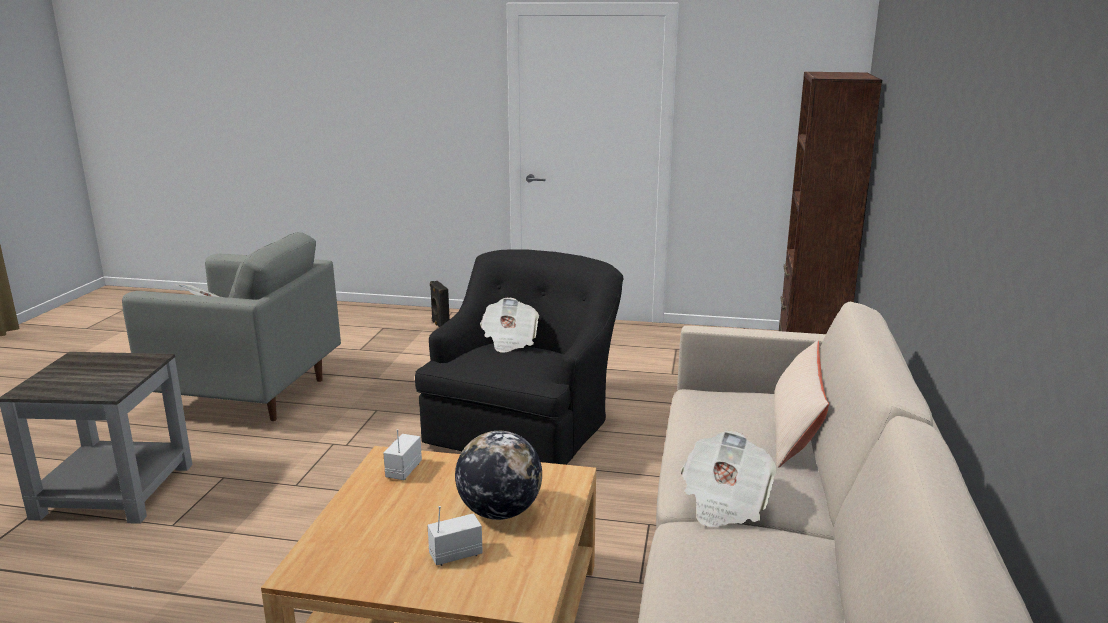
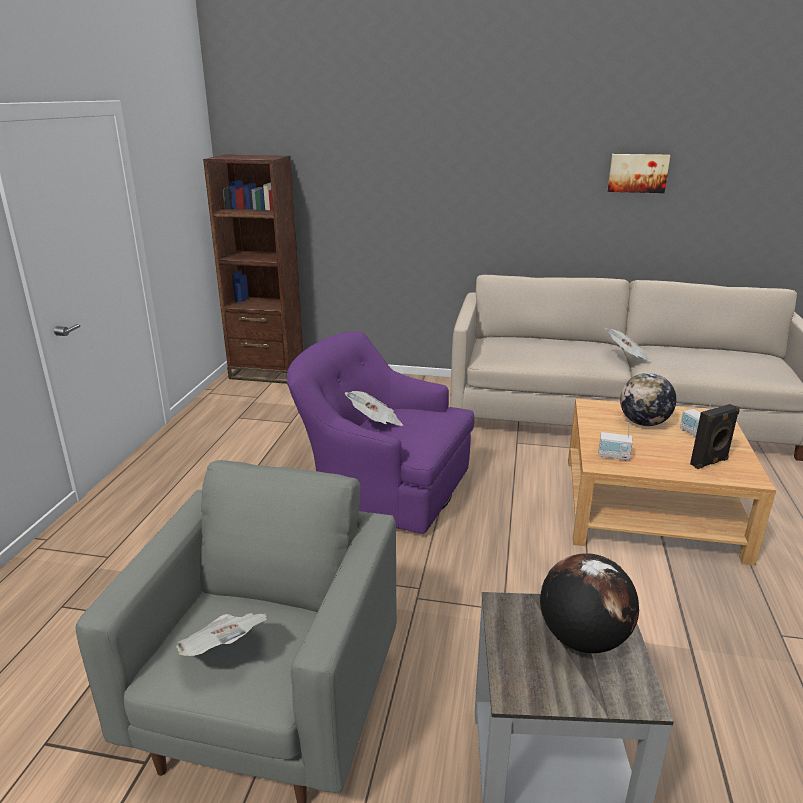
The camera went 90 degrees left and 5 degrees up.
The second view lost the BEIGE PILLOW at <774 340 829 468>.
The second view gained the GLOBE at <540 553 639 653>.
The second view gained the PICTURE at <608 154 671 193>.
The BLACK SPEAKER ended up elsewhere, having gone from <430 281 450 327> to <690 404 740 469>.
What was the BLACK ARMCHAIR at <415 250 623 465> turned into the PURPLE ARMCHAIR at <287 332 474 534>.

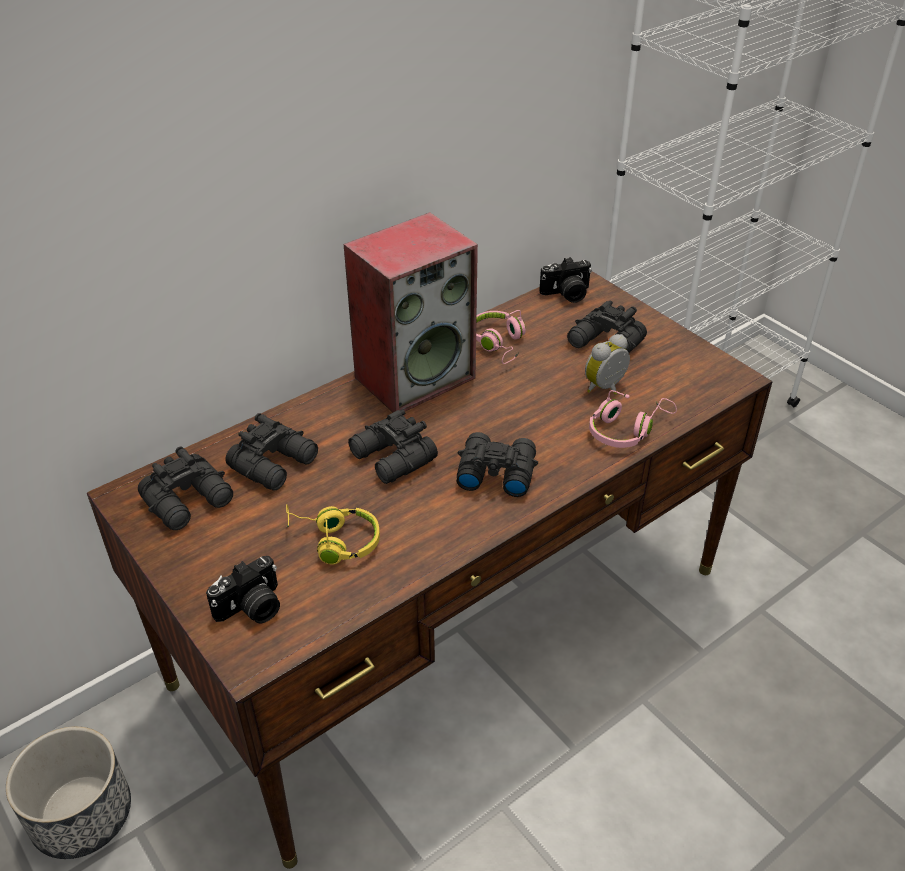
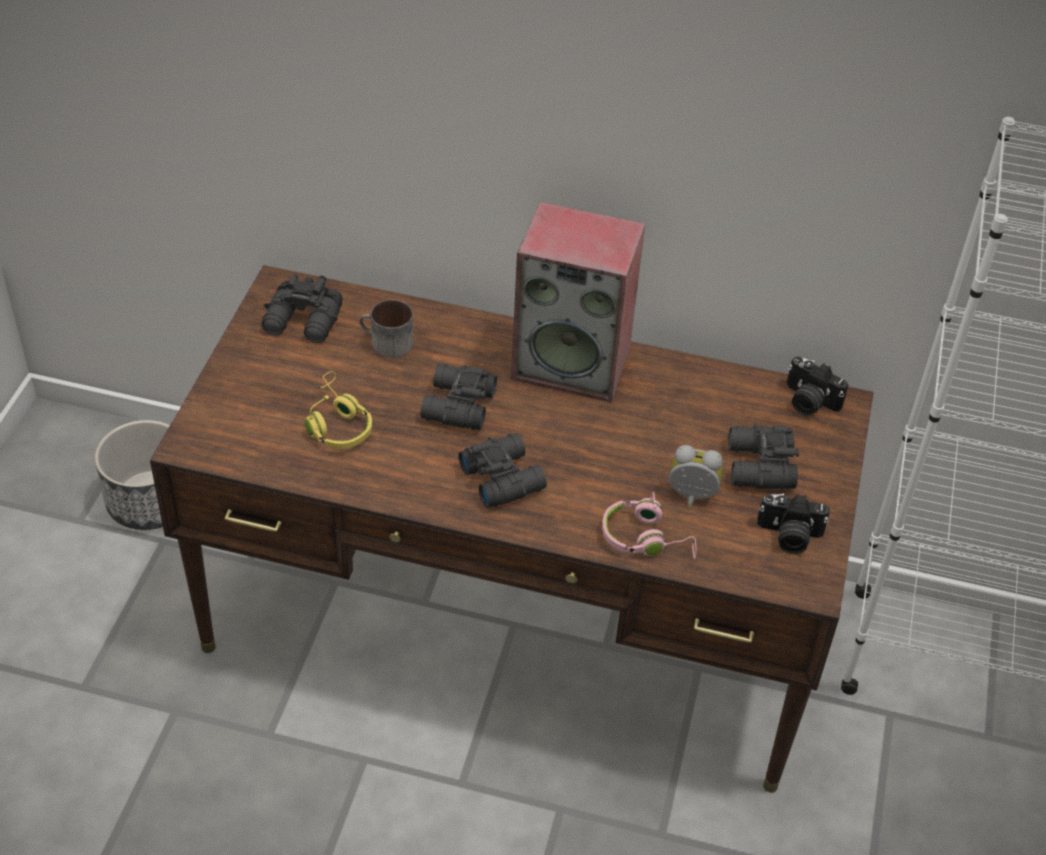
The camera went 50 degrees right and 5 degrees up.
The second view lost the PINK HEADPHONES at <476 310 526 364>.
The PHOTO CAMERA ended up elsewhere, having gone from <206 556 280 623> to <757 493 830 554>.
Where the BLACK BINOCULARS stood at <225 413 318 491>, the MUG came to stand at <359 300 413 357>.

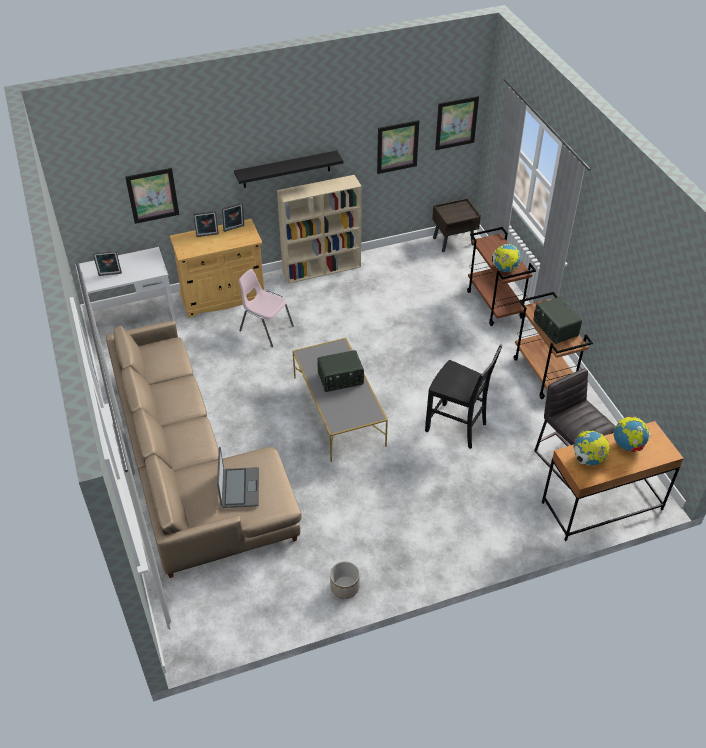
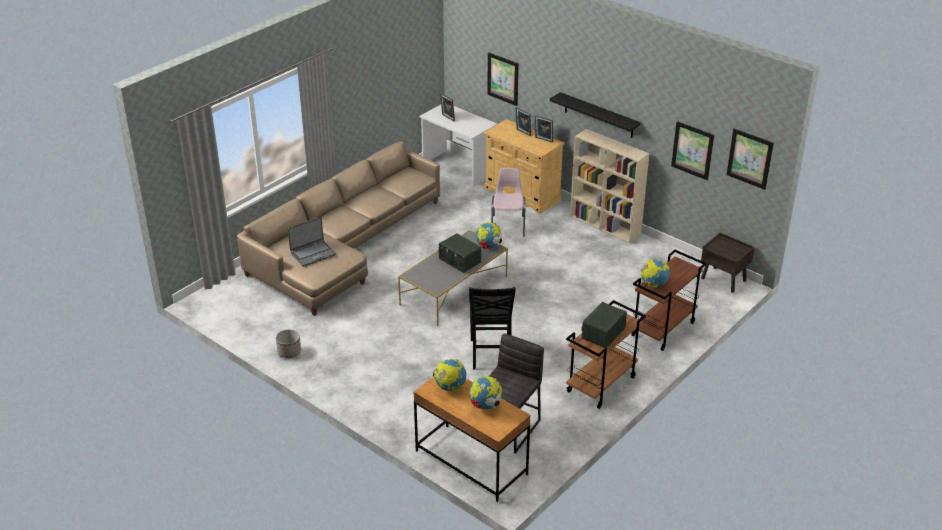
The camera went 60 degrees right and 10 degrees down.
The second view gained the GLOBE at <476 222 502 249>.

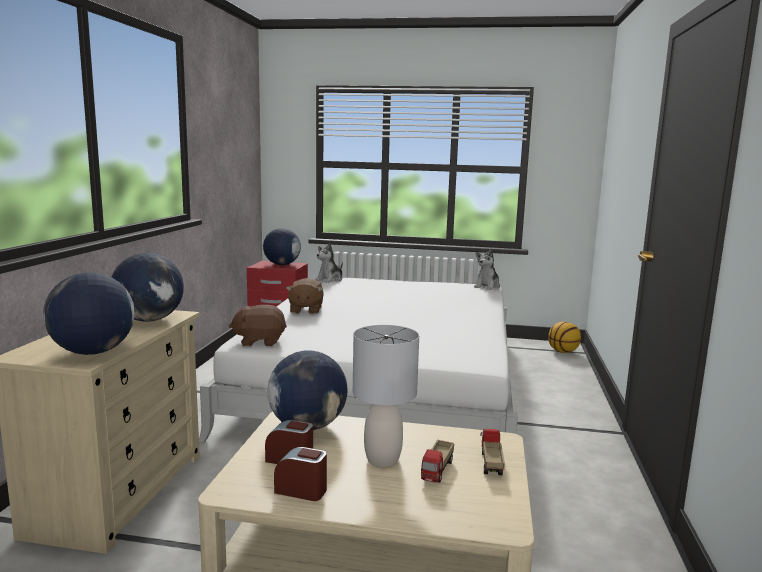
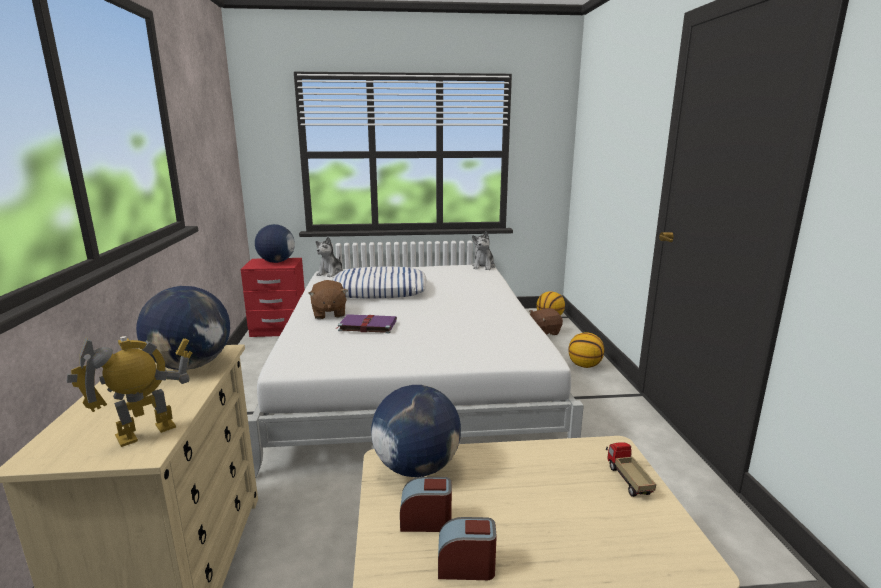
The camera went 15 degrees left and 5 degrees up.
The second view lost the GREY TABLE LAMP at <353 325 419 467>.
The second view lost the TOY TRUCK at <421 440 454 483>.
The second view gained the PILLOW at <332 266 427 299>.
The second view gained the PURPLE BOOK at <335 314 397 333>.
The second view gained the BASKETBALL at <568 332 604 368>.
The BROWN PLUSH TOY ended up elsewhere, having gone from <229 305 287 346> to <529 308 563 335>.
Where the GLOBE stood at <43 272 135 355>, the TOY ROBOT came to stand at <67 336 192 447>.

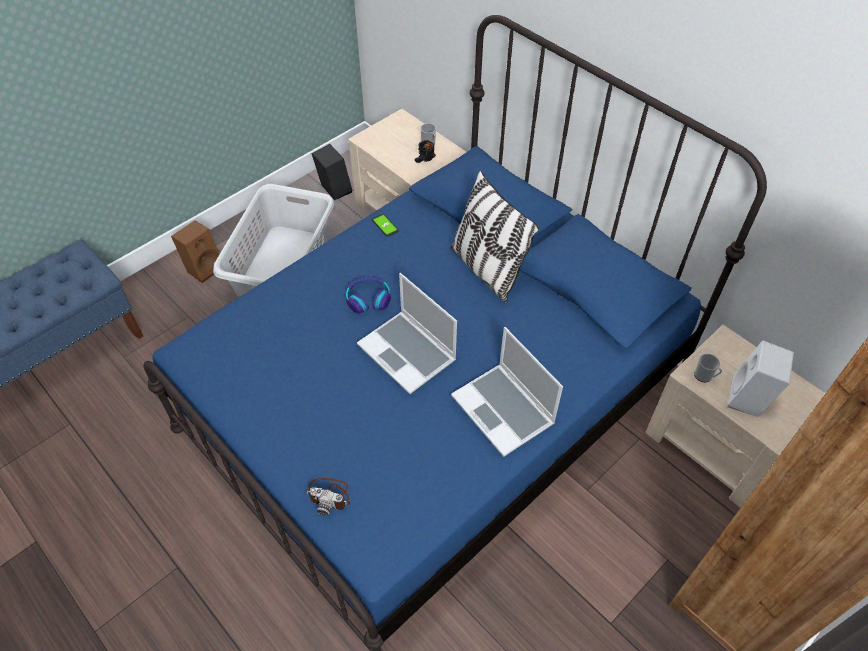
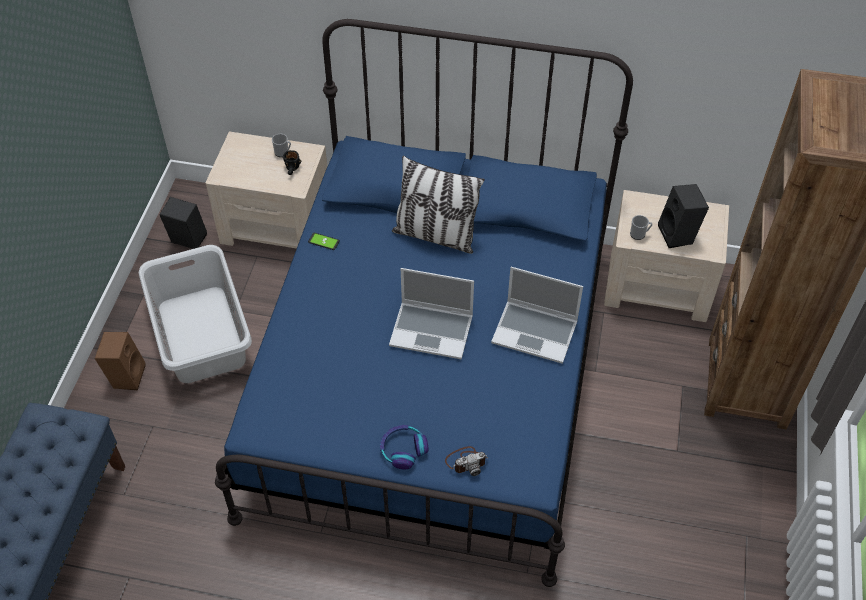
The camera went 35 degrees left and 0 degrees up.
The HEADPHONES ended up elsewhere, having gone from <346 276 391 314> to <380 425 429 469>.
What was the WHITE SPEAKER at <727 340 794 417> turned into the BLACK SPEAKER at <658 184 709 248>.

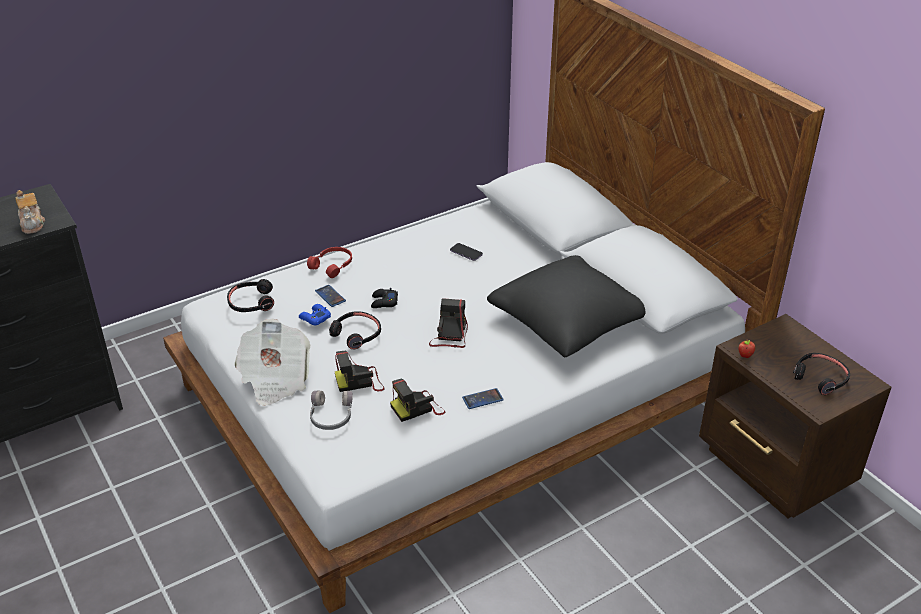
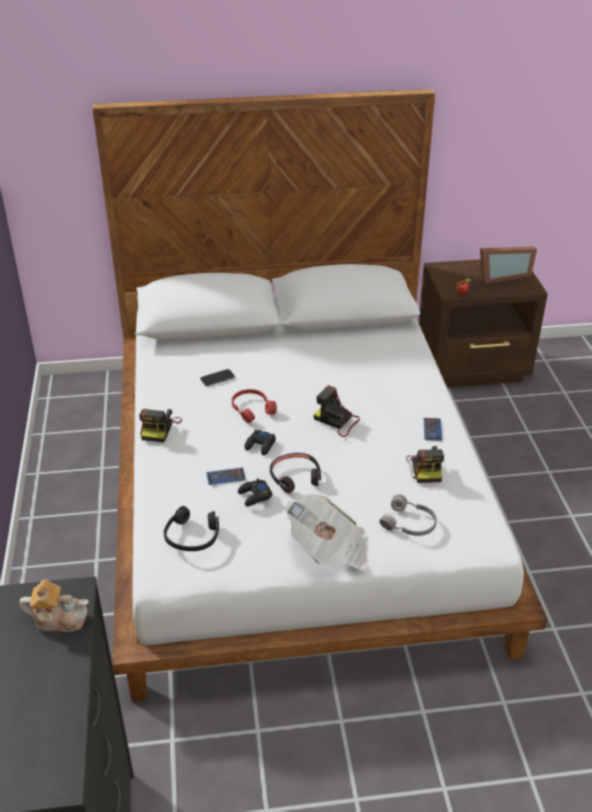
The camera went 65 degrees left and 0 degrees up.
The second view lost the BLACK PILLOW at <487 255 645 357>.
The RED HEADPHONES ended up elsewhere, having gone from <307 247 352 278> to <232 389 277 424>.
The PHOTO CAMERA ended up elsewhere, having gone from <335 351 384 392> to <139 409 182 443>.
Where the BLACK HEADPHONES stood at <793 353 850 395>, the PICTURE FRAME came to stand at <480 246 537 284>.
What was the BLUE GAME CONTROLLER at <299 304 331 325> turned into the BLACK GAME CONTROLLER at <238 478 273 506>.

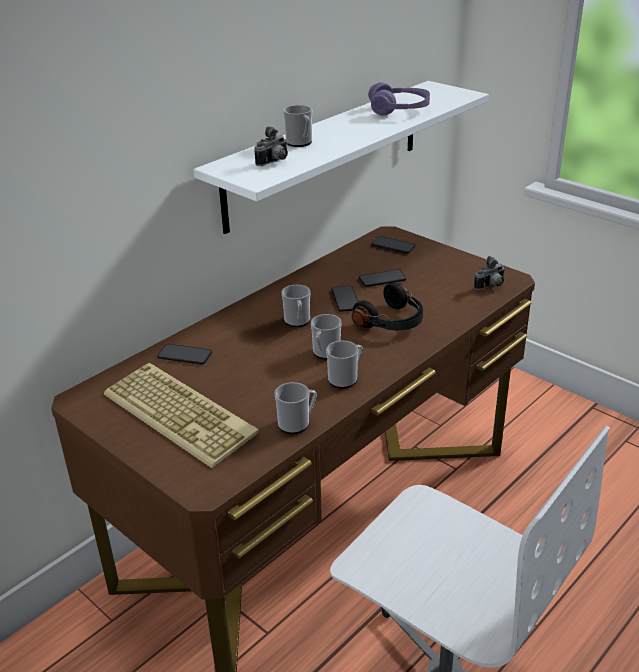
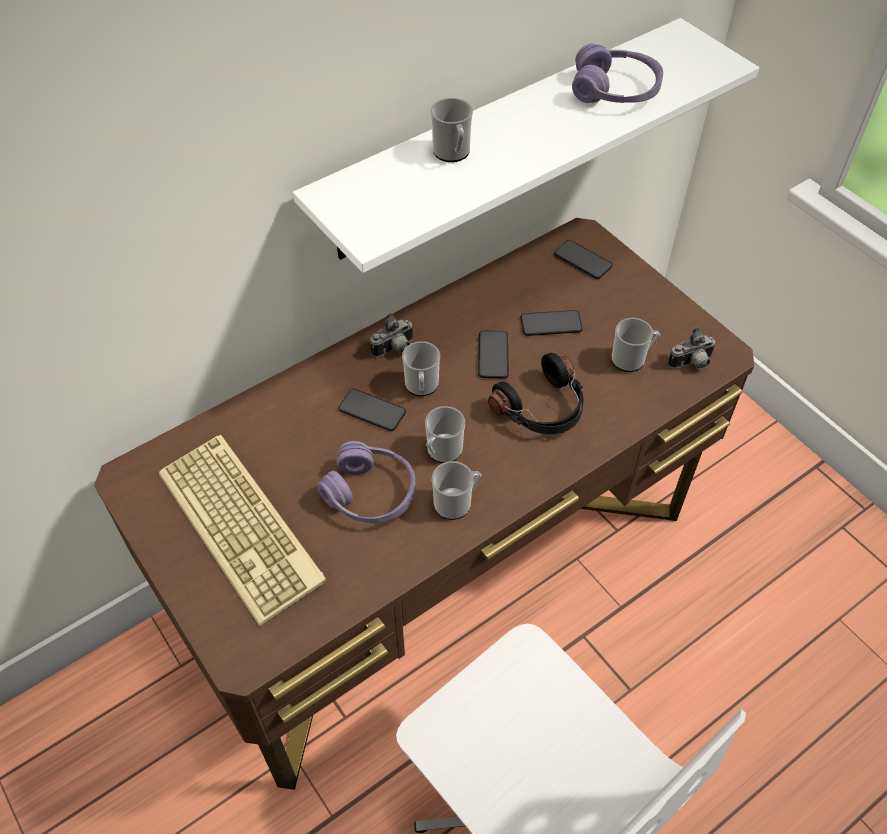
The camera went 10 degrees right and 20 degrees up.
The second view gained the PURPLE HEADPHONES at <317 441 416 523>.
The PHONE ended up elsewhere, having gone from <157 344 212 364> to <338 389 406 431>.
The PHOTO CAMERA ended up elsewhere, having gone from <254 127 288 166> to <370 313 414 357>.
The MUG ended up elsewhere, having gone from <274 382 317 434> to <611 318 660 372>.

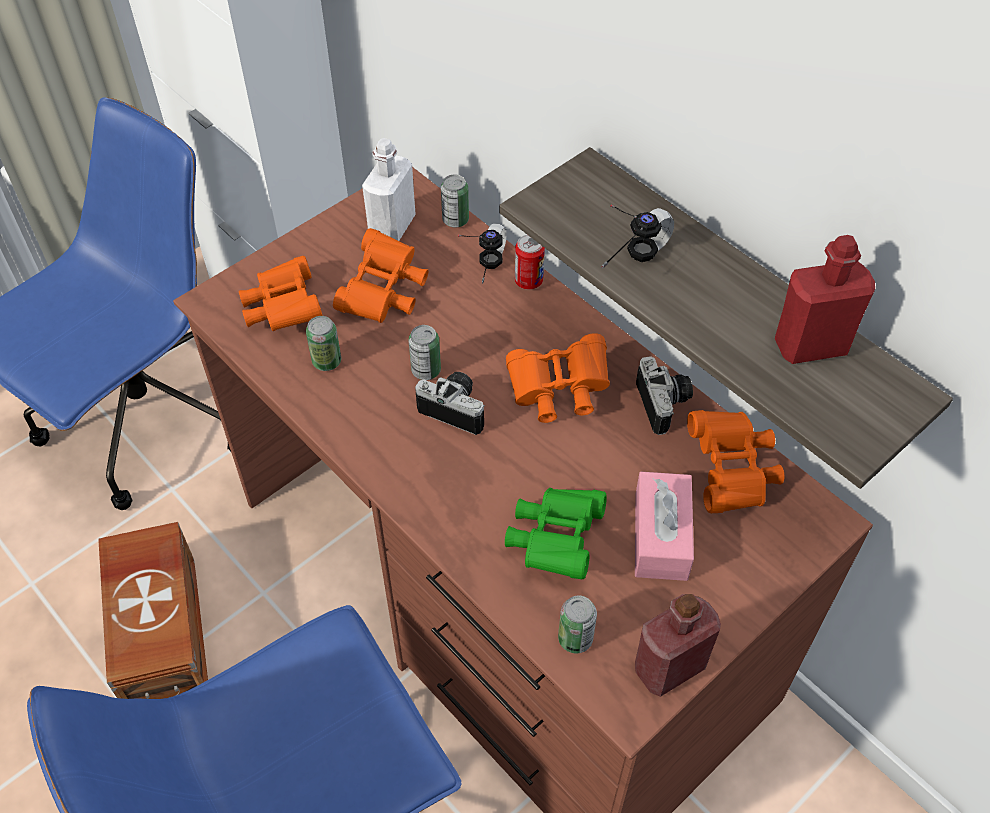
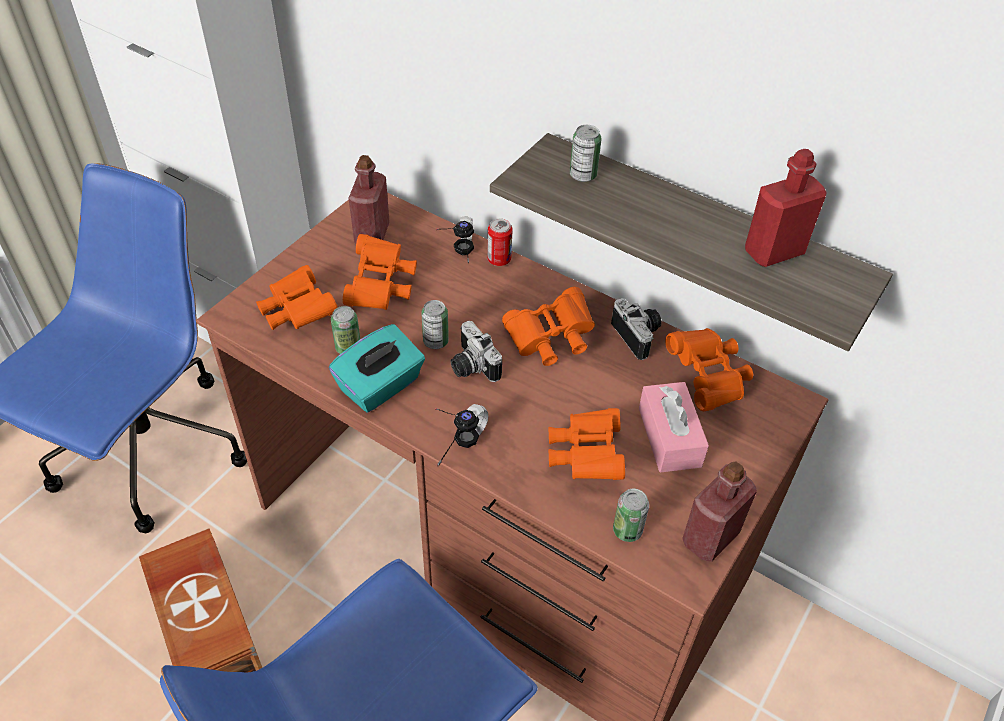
The camera went 15 degrees left and 5 degrees down.
The second view gained the TURQUOISE TISSUE BOX at <329 324 425 412>.
The CAN ended up elsewhere, having gone from <441 174 469 228> to <570 125 601 182>.
The HEADPHONES ended up elsewhere, having gone from <602 204 674 268> to <435 404 488 466>.
What was the WHITE BOTTLE at <362 138 416 241> turned into the RED BOTTLE at <349 155 390 243>.
What was the GREEN BINOCULARS at <505 488 607 580> turned into the ORANGE BINOCULARS at <549 408 625 480>.
The PHOTO CAMERA at <415 372 485 435> ended up facing another way, 135 degrees counterclockwise from before.

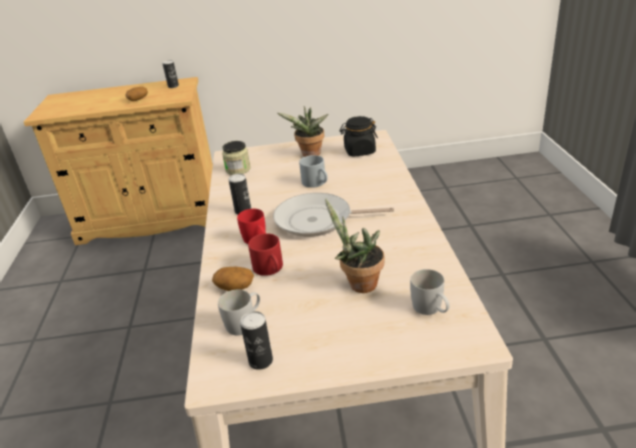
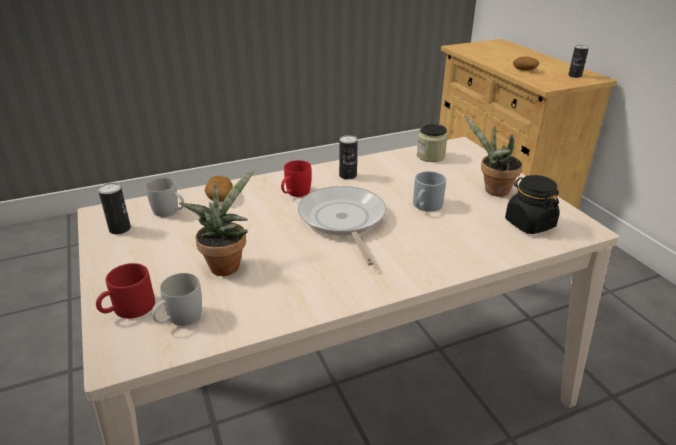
The camera went 70 degrees right and 0 degrees up.
The RED MUG ended up elsewhere, having gone from <248 233 283 276> to <96 263 155 319>.

